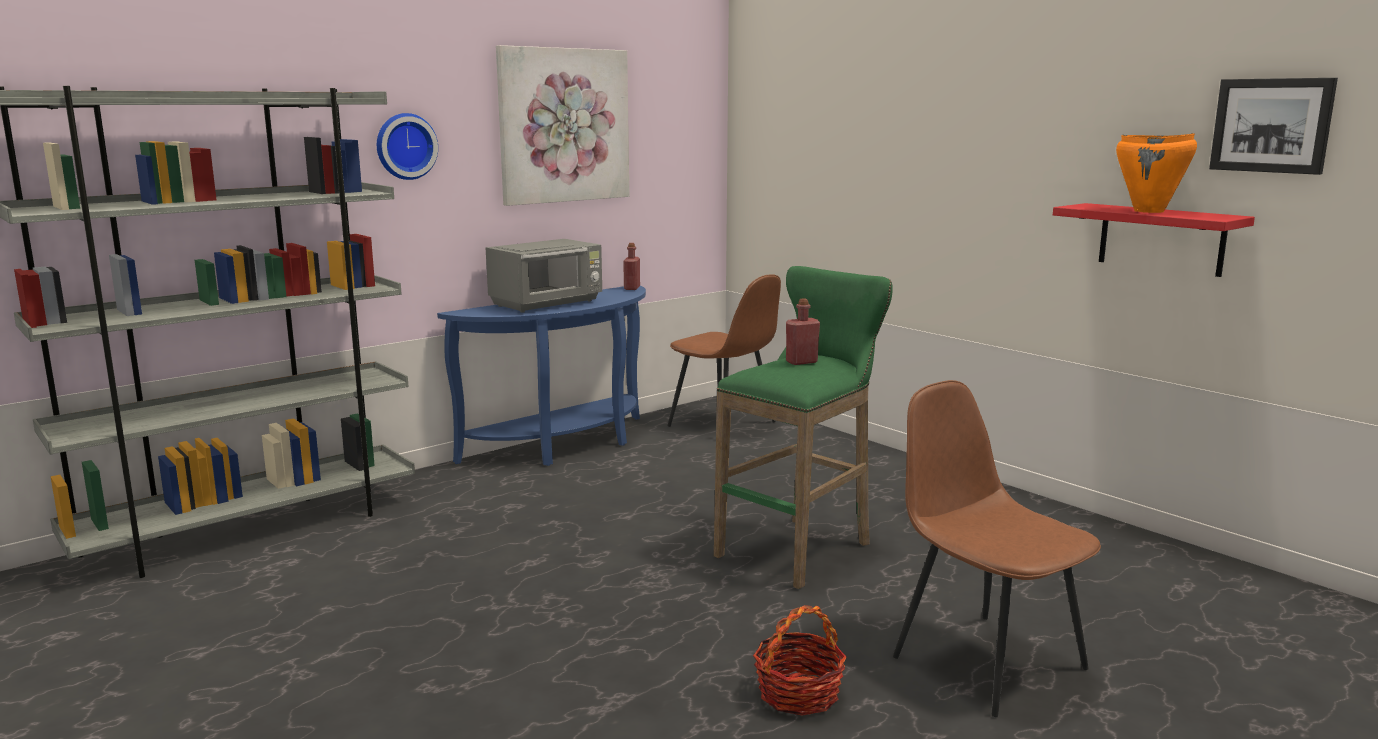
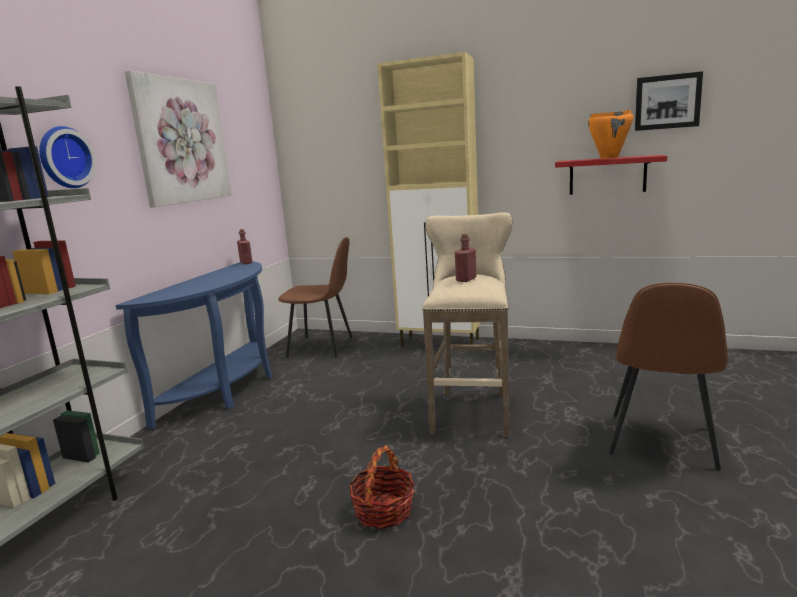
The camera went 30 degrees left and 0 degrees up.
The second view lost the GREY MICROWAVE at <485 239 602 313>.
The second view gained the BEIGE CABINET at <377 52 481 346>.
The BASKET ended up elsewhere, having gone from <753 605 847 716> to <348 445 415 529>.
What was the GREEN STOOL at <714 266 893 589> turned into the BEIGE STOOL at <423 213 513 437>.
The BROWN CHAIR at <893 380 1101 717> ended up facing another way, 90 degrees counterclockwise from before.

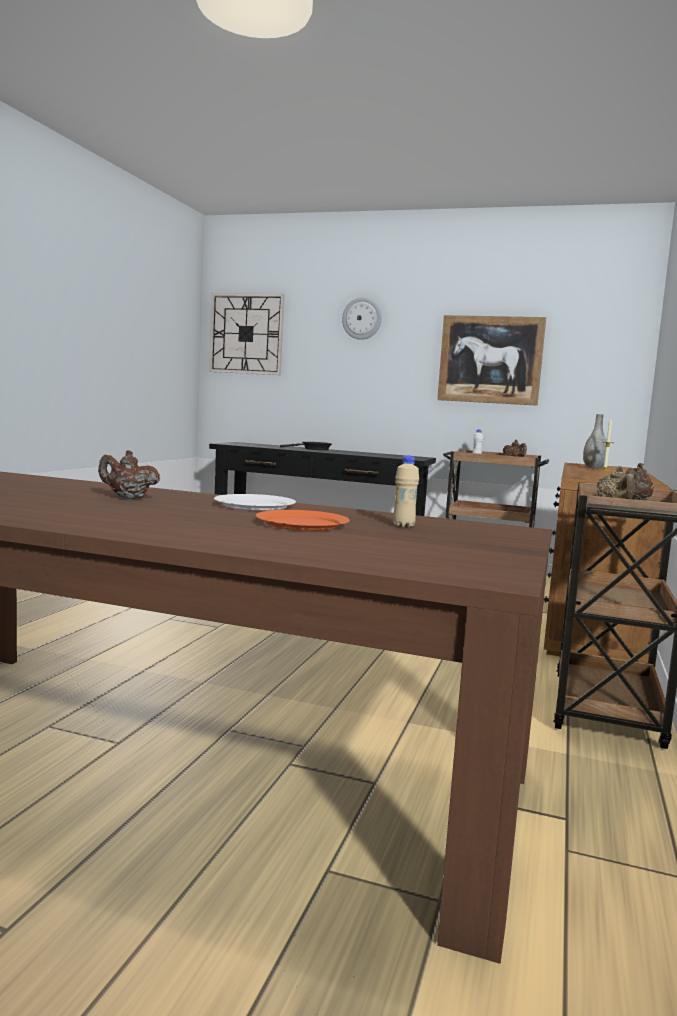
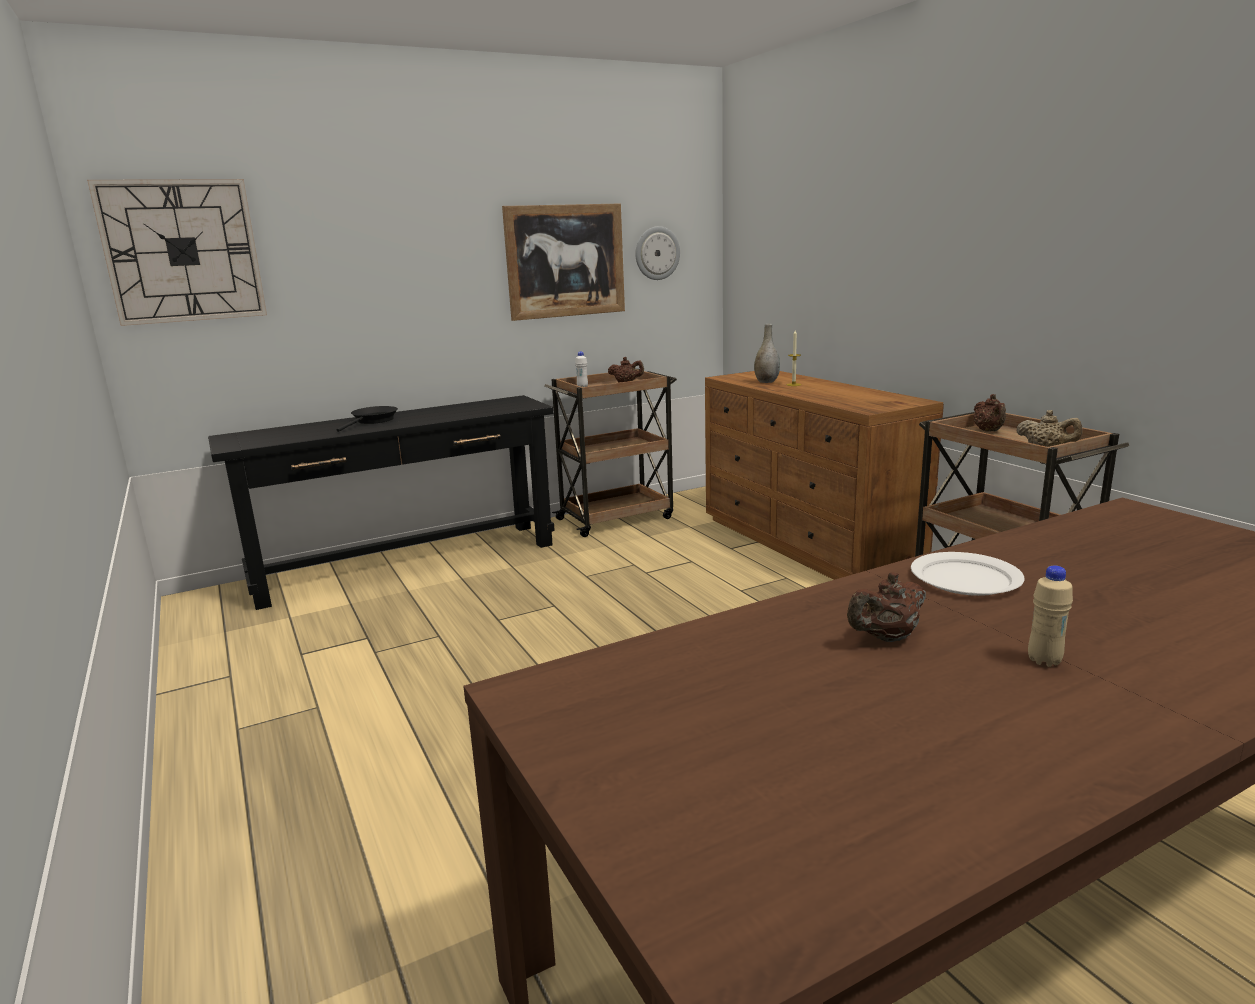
The camera went 45 degrees left and 10 degrees up.
The second view lost the ORANGE PLATE at <256 510 350 531>.
The WALL CLOCK ended up elsewhere, having gone from <342 297 382 340> to <635 226 680 280>.
The BEIGE BOTTLE ended up elsewhere, having gone from <393 455 419 527> to <1028 566 1073 667>.

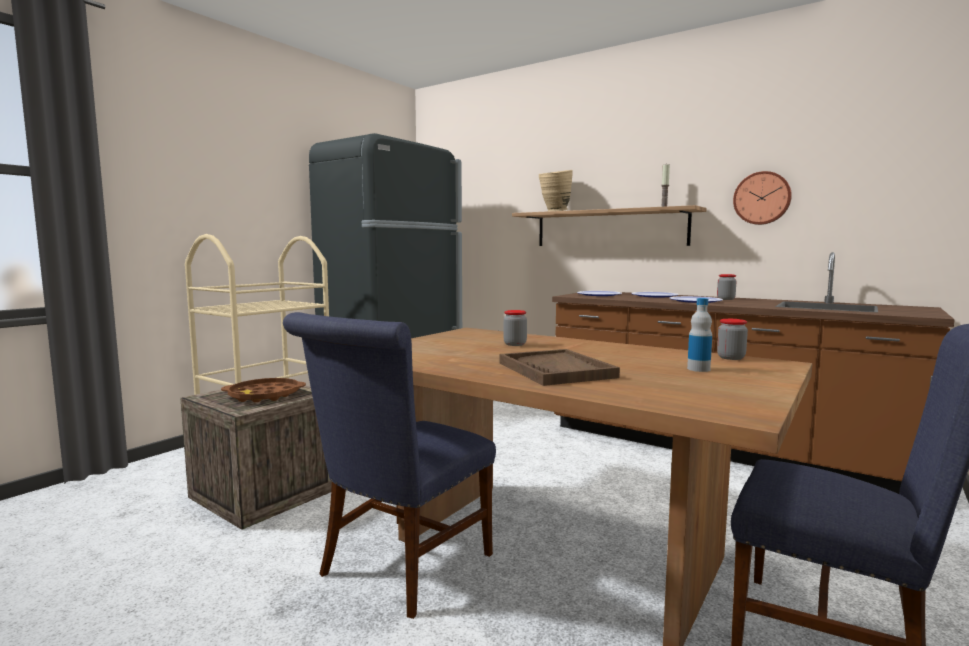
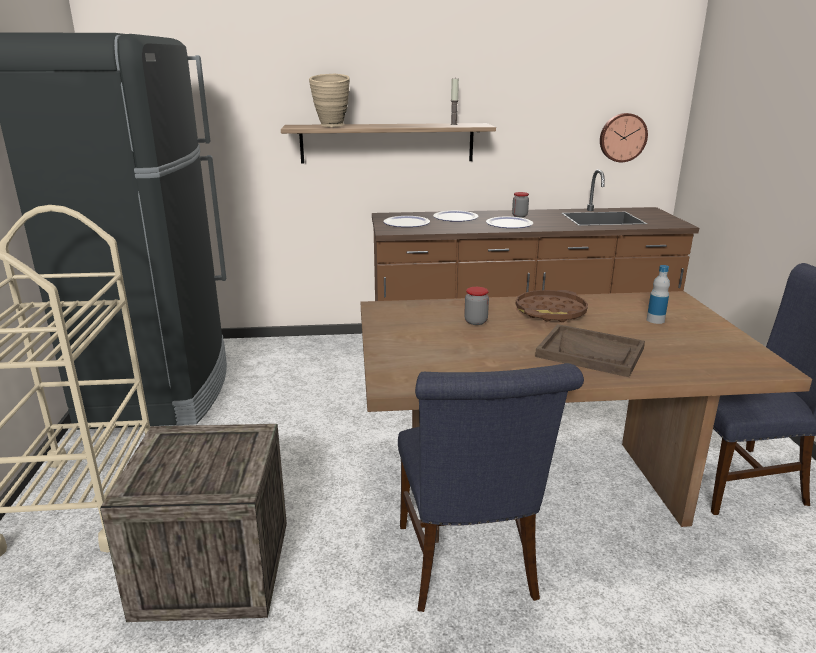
The camera went 40 degrees left and 15 degrees up.
The second view lost the JAR at <717 319 748 360>.
The BROWN TRAY ended up elsewhere, having gone from <221 378 306 403> to <516 290 588 322>.
The WALL CLOCK ended up elsewhere, having gone from <733 171 792 225> to <600 113 648 162>.

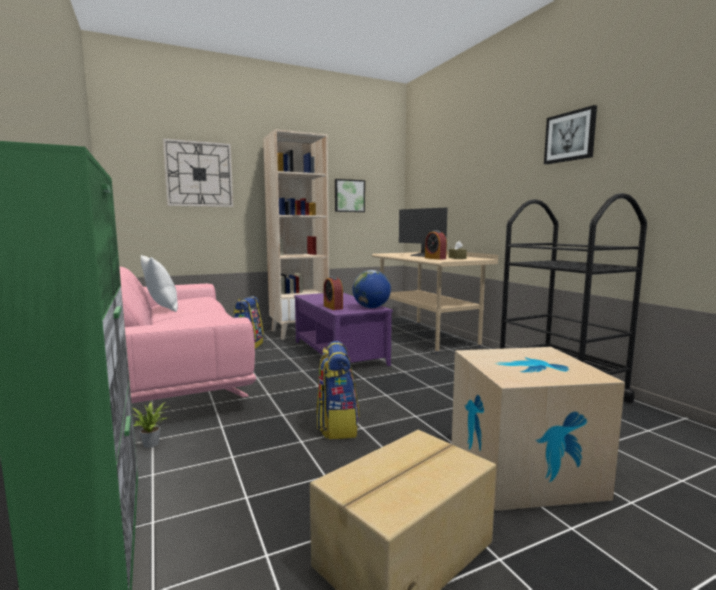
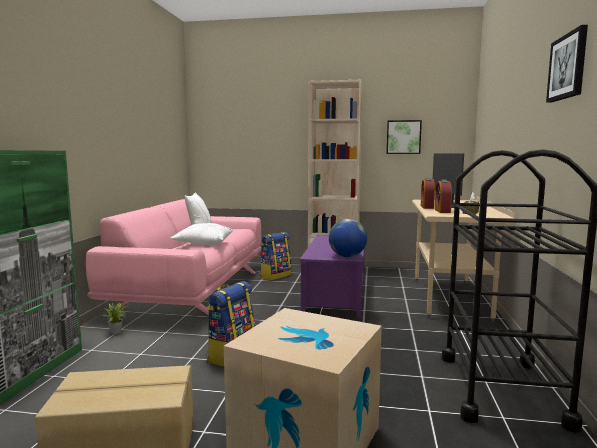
The camera went 35 degrees right and 0 degrees up.
The second view lost the WALL CLOCK at <163 138 234 207>.
The second view gained the WHITE PILLOW at <171 223 233 245>.
The ALARM CLOCK ended up elsewhere, having gone from <324 276 343 310> to <421 178 435 209>.

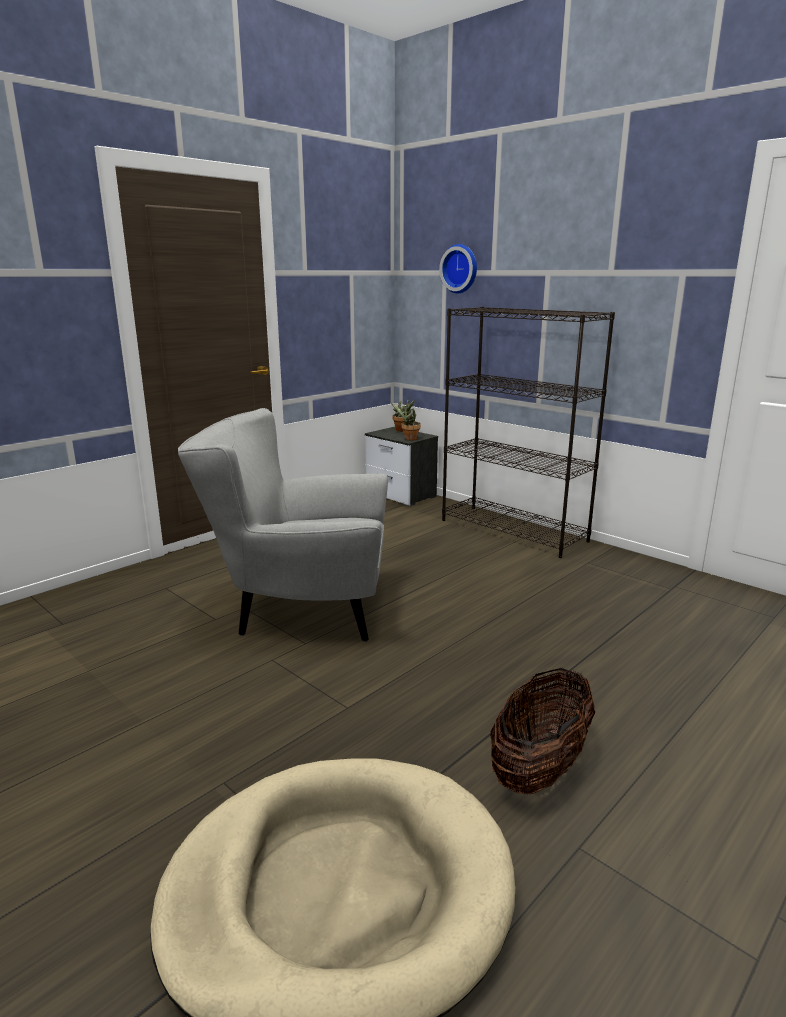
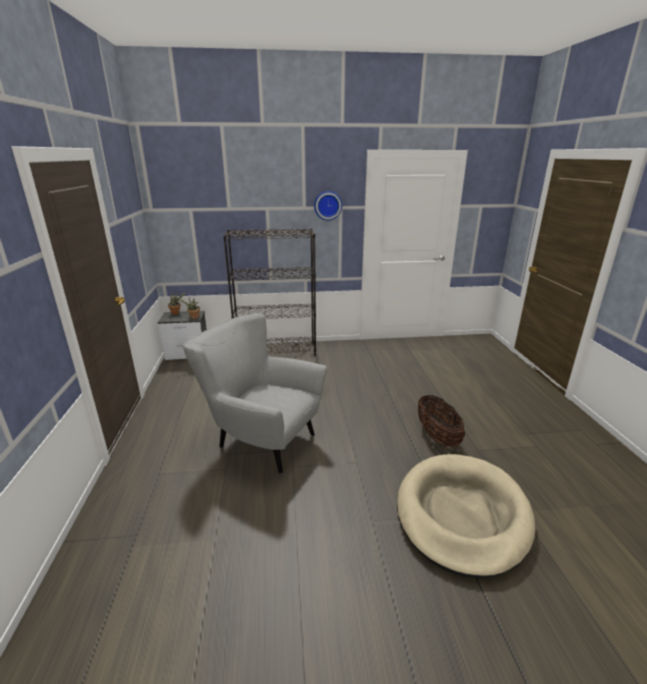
The camera went 50 degrees left and 5 degrees up.
The WALL CLOCK ended up elsewhere, having gone from <439 244 477 293> to <314 191 342 221>.
The GREY ARMCHAIR at <178 408 388 642> ended up facing another way, 75 degrees clockwise from before.

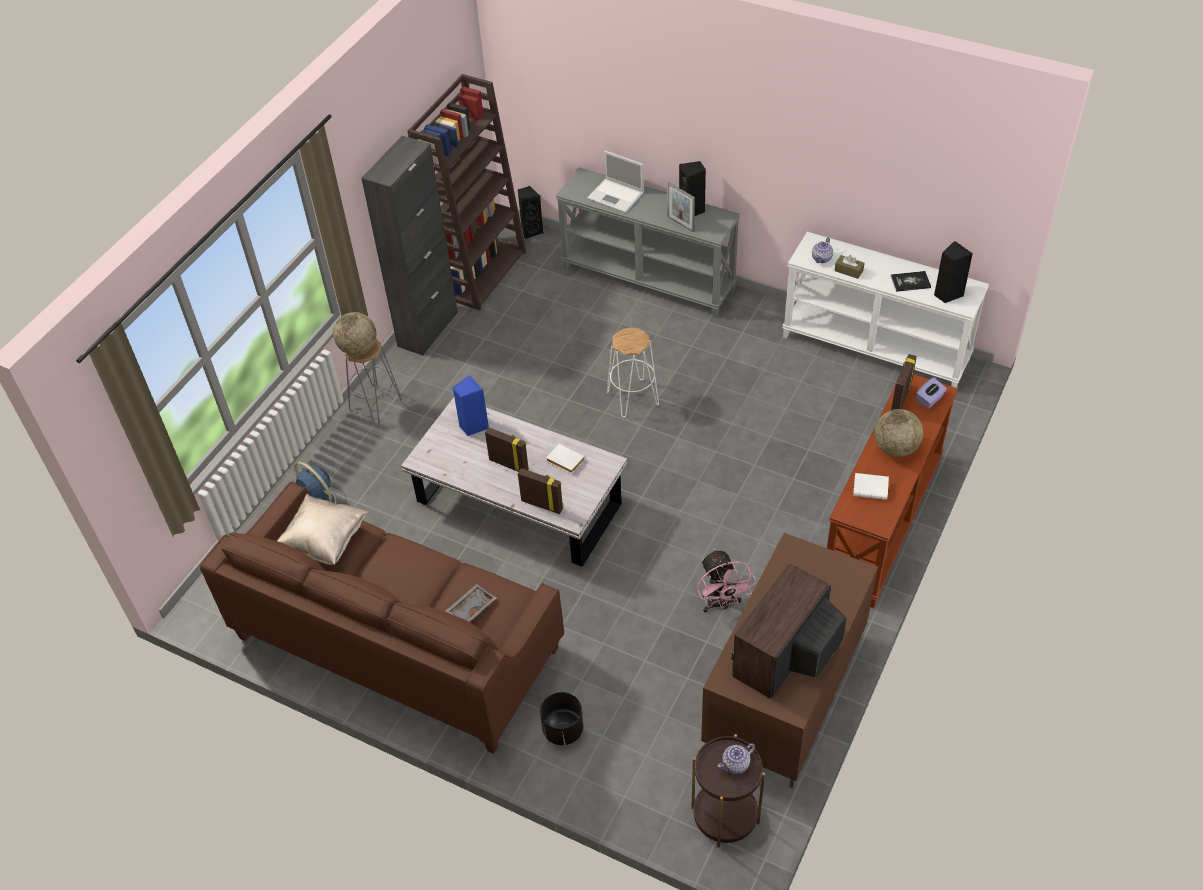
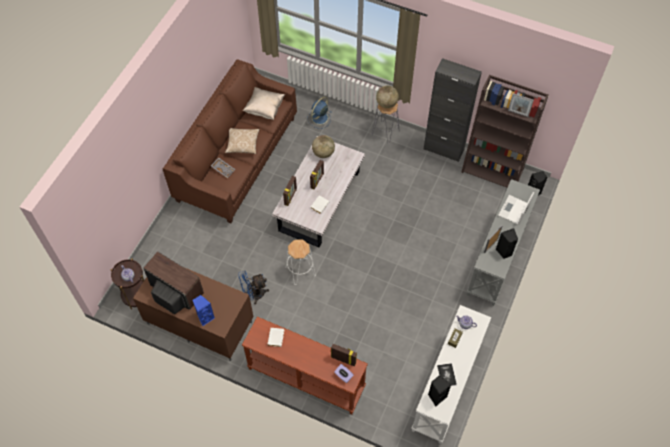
The camera went 85 degrees right and 10 degrees up.
The second view lost the BLACK PLANTER at <540 692 583 745>.
The second view gained the PILLOW at <225 128 260 154>.
The second view gained the PICTURE FRAME at <508 93 534 117>.
The BLUE SPEAKER ended up elsewhere, having gone from <453 375 489 436> to <193 295 215 326>.
The WHITE STOOL ended up elsewhere, having gone from <607 328 659 418> to <286 239 316 285>.
The GLOBE ended up elsewhere, having gone from <874 409 923 457> to <312 135 335 158>.
What was the PINK FAN at <697 549 756 613> turned into the BLUE FAN at <238 271 269 304>.

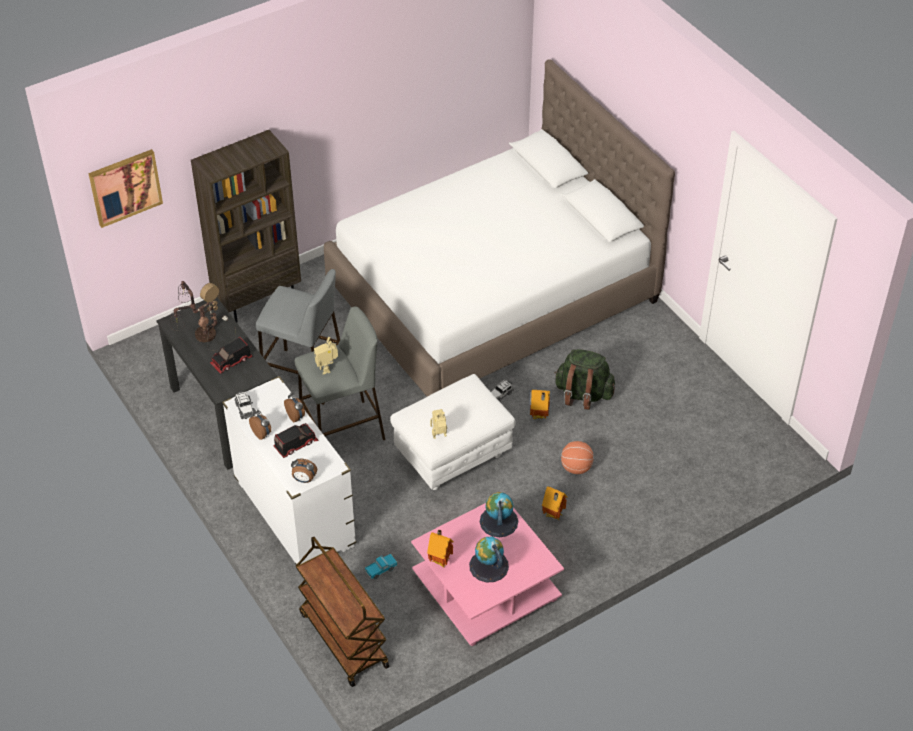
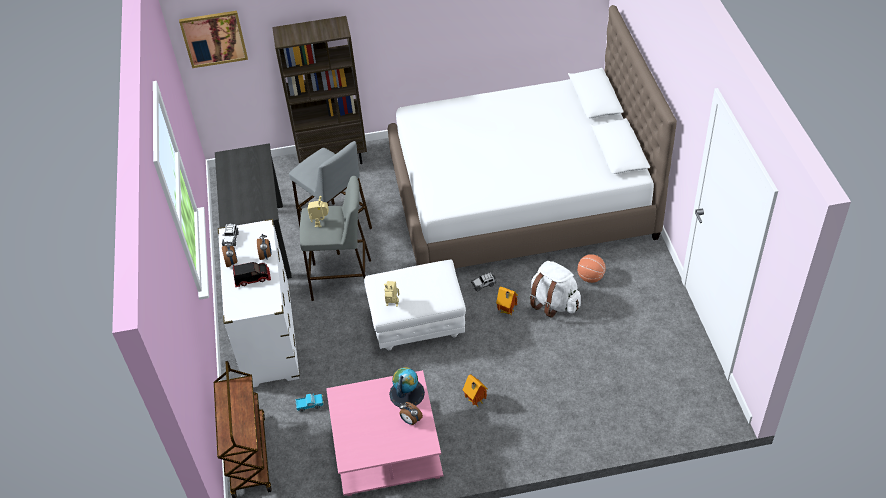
The camera went 25 degrees right and 0 degrees up.
The second view lost the TABLE LAMP at <171 281 236 351>.
The second view lost the TOY TRUCK at <210 337 252 374>.
The second view lost the TOY HOUSE at <427 529 454 567>.
The second view lost the GLOBE at <469 537 509 582>.
The ALARM CLOCK ended up elsewhere, having gone from <291 458 317 483> to <399 402 423 425>.
The BASKETBALL ended up elsewhere, having gone from <561 441 594 474> to <577 254 606 283>.
What was the GREEN BACKPACK at <554 349 615 410> turned into the WHITE BACKPACK at <529 261 581 318>.

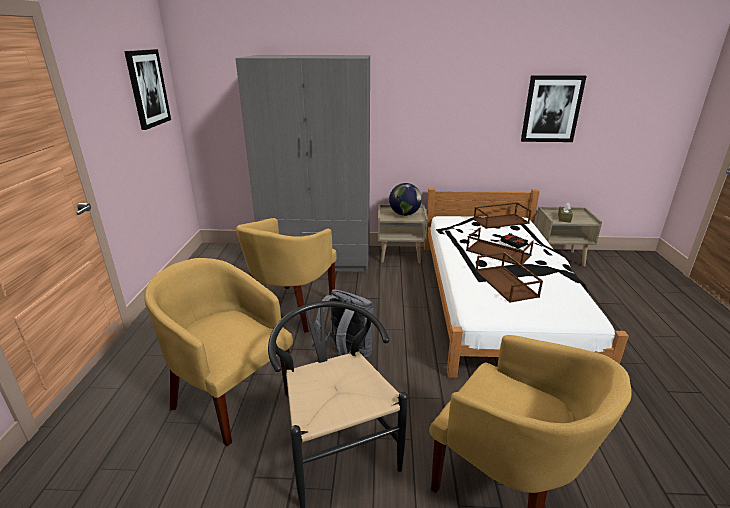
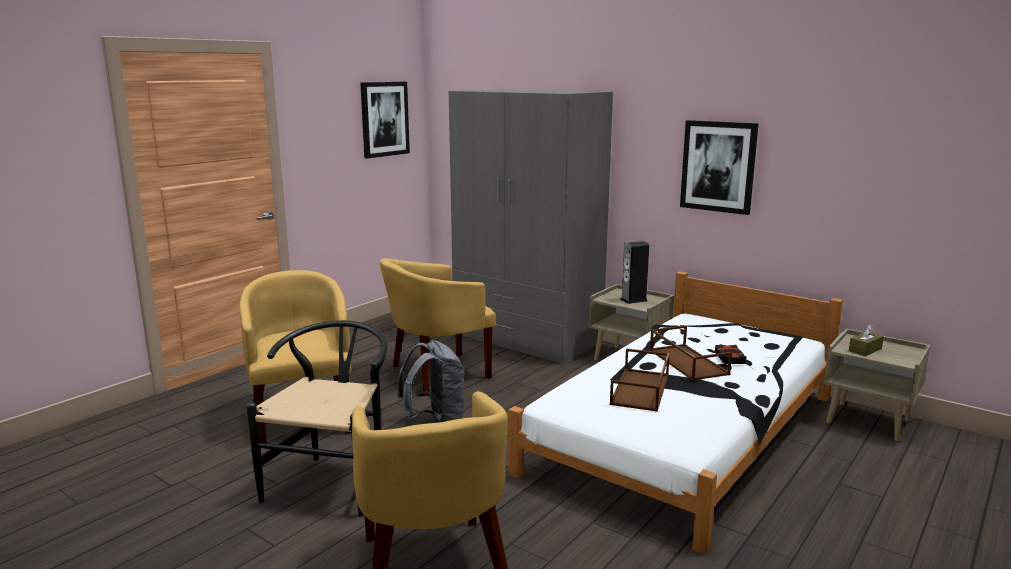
The camera went 35 degrees right and 10 degrees down.
The second view lost the BROWN TRAY at <473 202 531 229>.
The PICTURE ended up elsewhere, having gone from <521 75 587 142> to <680 120 758 215>.
Where the GLOBE stood at <389 183 422 216>, the SPEAKER came to stand at <620 241 649 304>.

